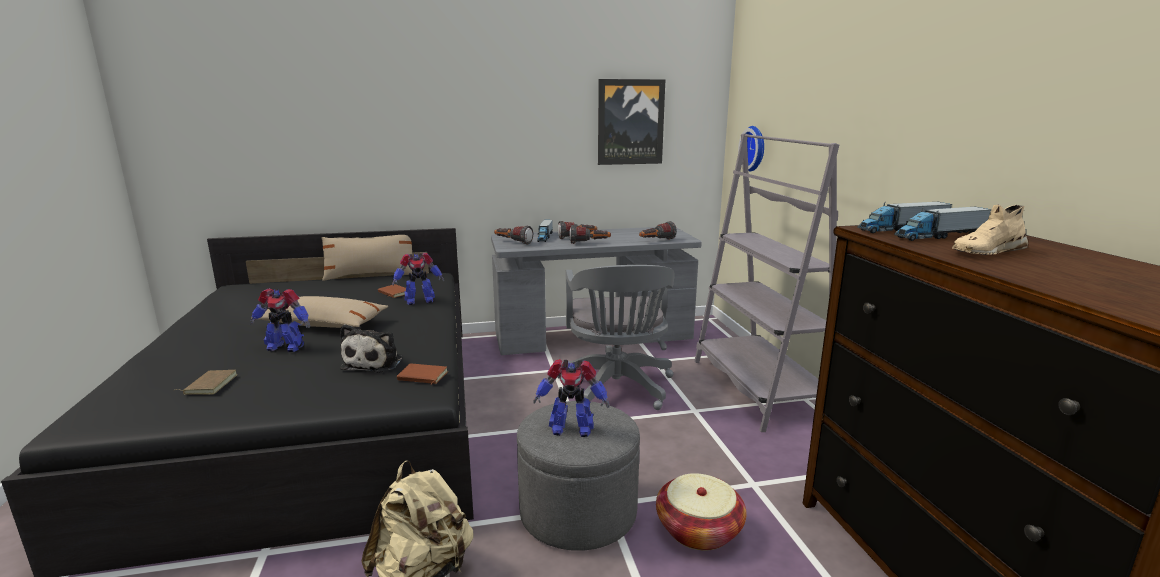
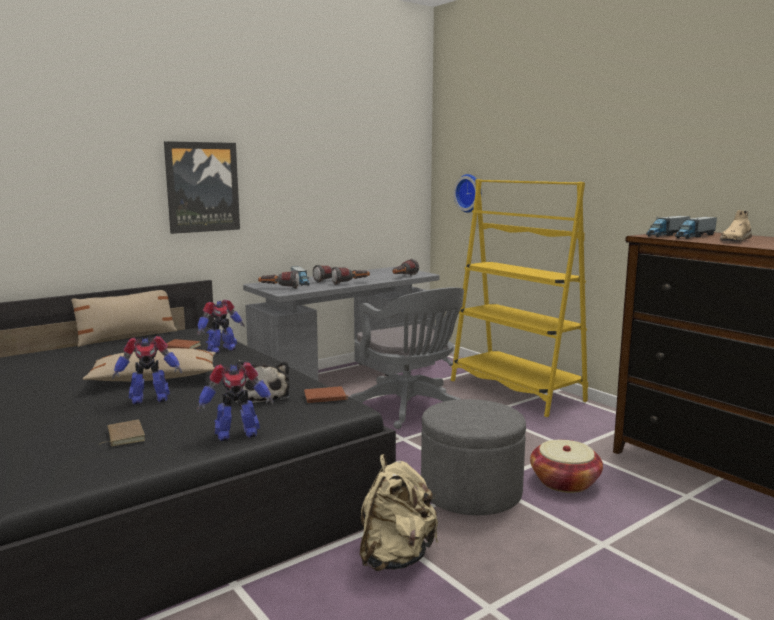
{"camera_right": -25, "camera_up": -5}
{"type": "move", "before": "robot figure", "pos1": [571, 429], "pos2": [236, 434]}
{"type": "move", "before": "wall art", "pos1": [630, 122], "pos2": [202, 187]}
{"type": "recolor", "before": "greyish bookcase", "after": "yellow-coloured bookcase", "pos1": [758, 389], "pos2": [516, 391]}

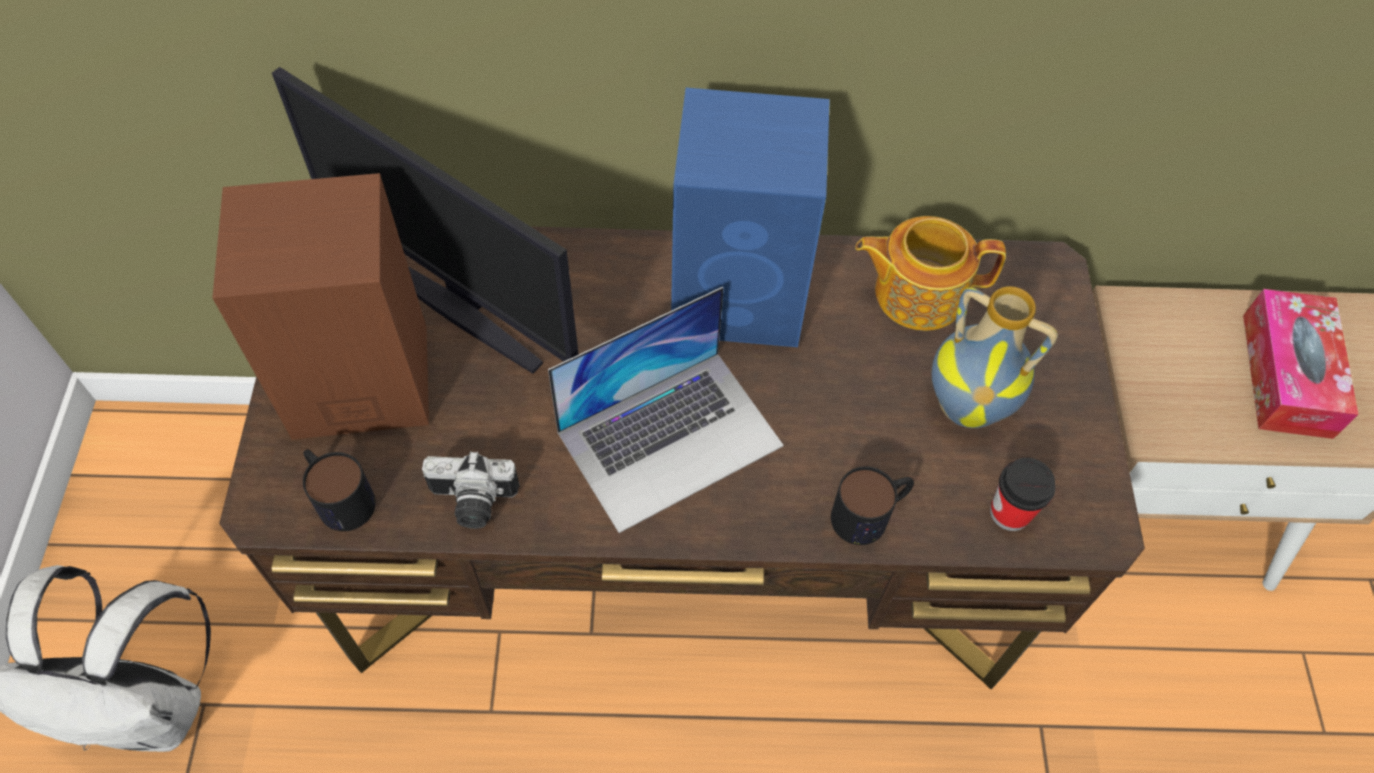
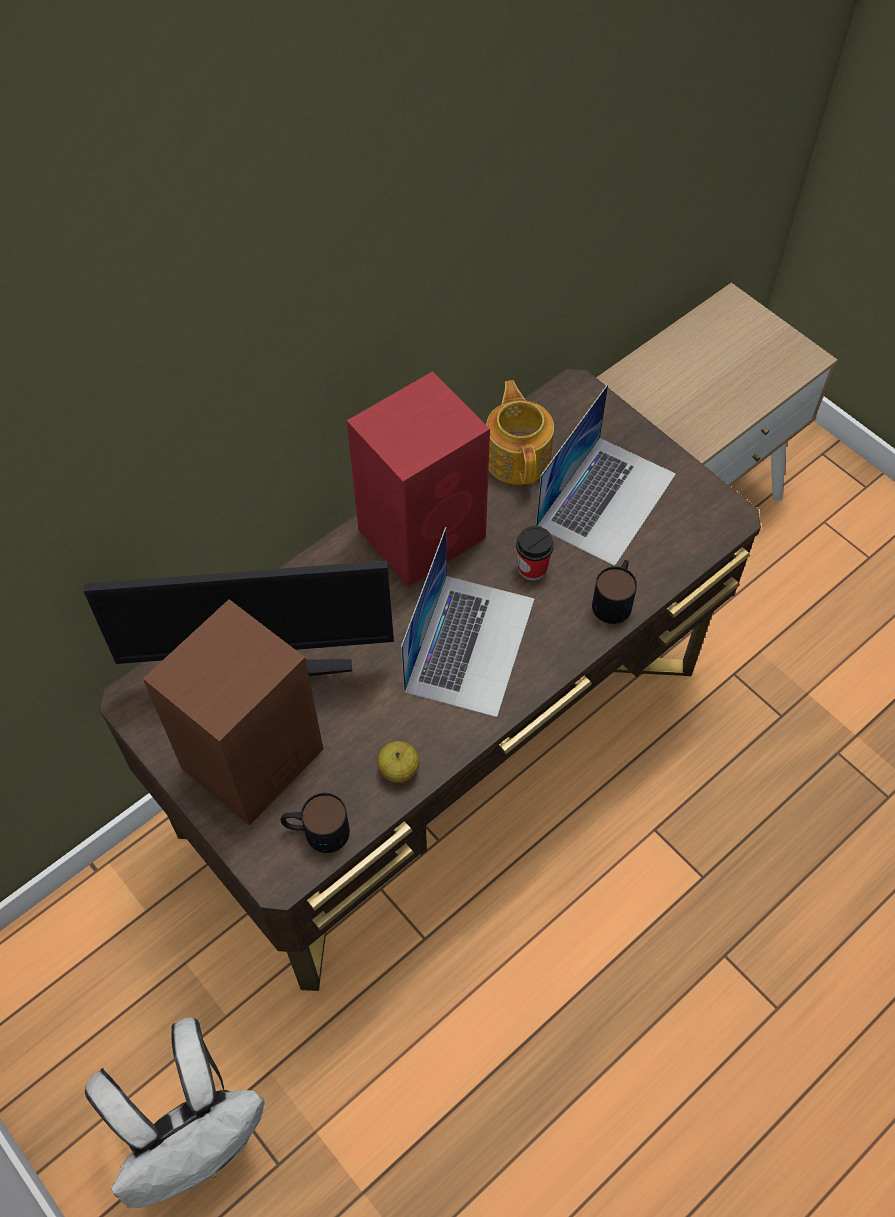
{"camera_right": -40, "camera_up": 0}
{"type": "delete", "before": "box of tissues", "pos1": [1286, 375]}
{"type": "move", "before": "small cup", "pos1": [1010, 512], "pos2": [532, 569]}
{"type": "replace", "before": "photo camera", "after": "apple fruit", "pos1": [472, 503], "pos2": [399, 770]}
{"type": "replace", "before": "decorative vase", "after": "notebook computer", "pos1": [969, 404], "pos2": [606, 499]}
{"type": "recolor", "before": "blue-coloured loudspeaker", "after": "reddish loudspeaker", "pos1": [742, 296], "pos2": [424, 532]}
{"type": "rotate", "before": "teapot", "pos1": [917, 292], "pos2": [518, 456], "turn": 120}

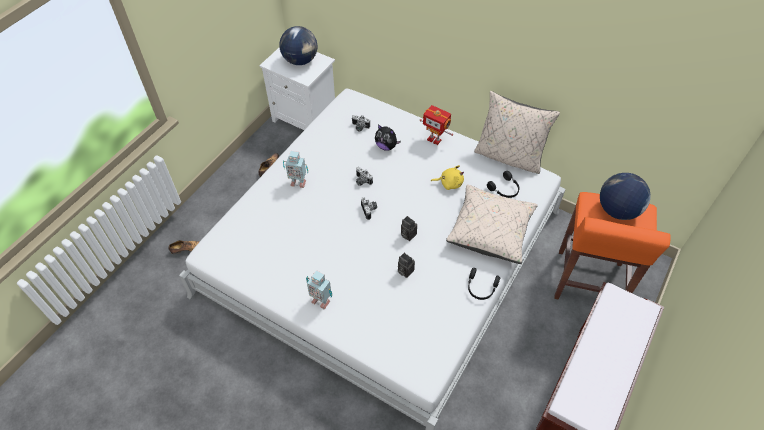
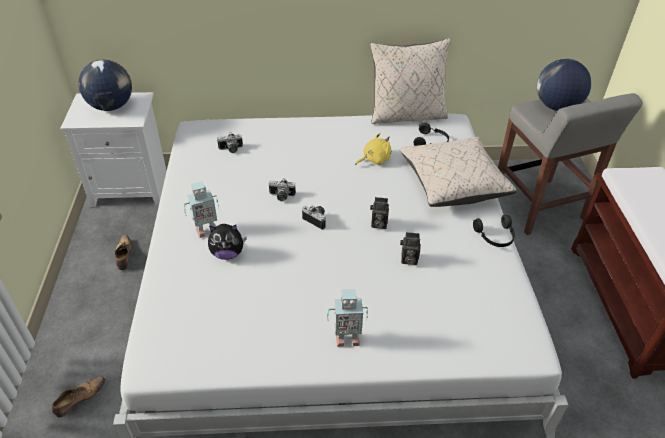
{"camera_right": -35, "camera_up": -10}
{"type": "delete", "before": "robot figure", "pos1": [434, 139]}
{"type": "move", "before": "plush toy", "pos1": [386, 146], "pos2": [227, 253]}
{"type": "recolor", "before": "orange stool", "after": "greyish stool", "pos1": [587, 282], "pos2": [538, 207]}

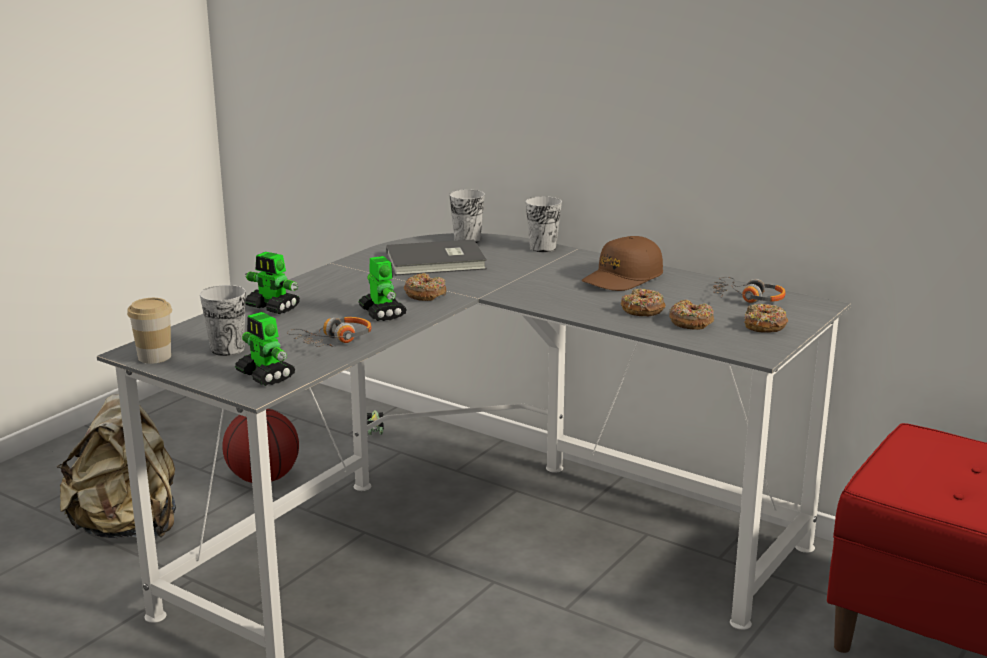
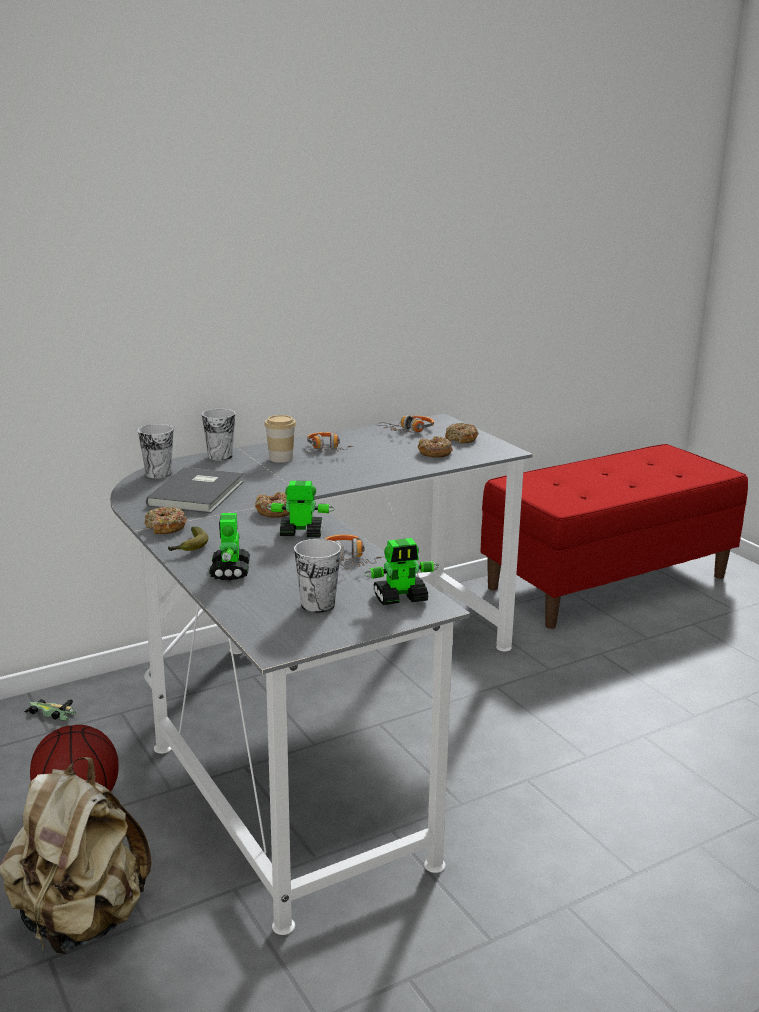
{"camera_right": -65, "camera_up": 0}
{"type": "insert", "after": "whole banana", "pos2": [189, 547]}
{"type": "move", "before": "small cup", "pos1": [154, 357], "pos2": [281, 458]}
{"type": "move", "before": "doughnut", "pos1": [642, 310], "pos2": [166, 527]}
{"type": "replace", "before": "brownish baseball cap", "after": "headphones", "pos1": [623, 278], "pos2": [325, 450]}
{"type": "rotate", "before": "robot figure", "pos1": [273, 308], "pos2": [230, 571], "turn": 120}

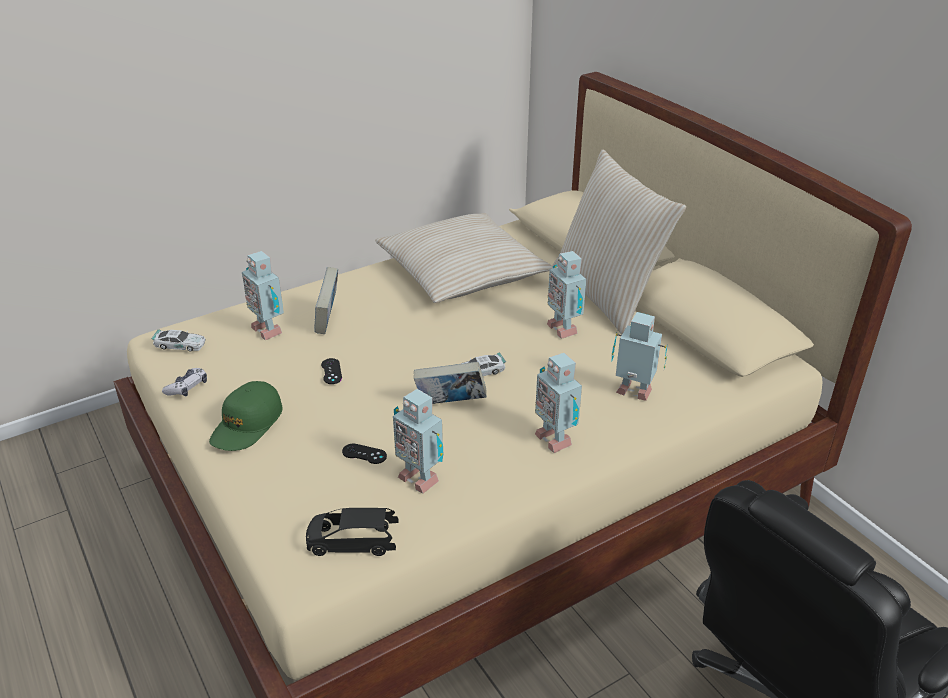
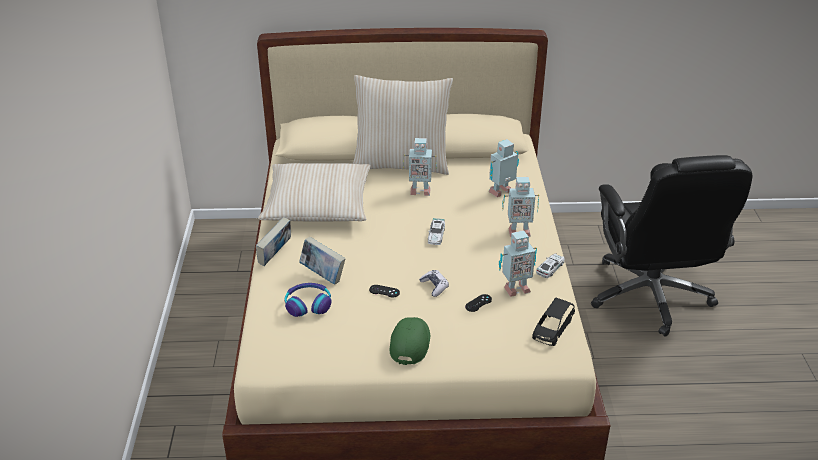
{"camera_right": -60, "camera_up": 0}
{"type": "move", "before": "miniature car", "pos1": [180, 345], "pos2": [550, 268]}
{"type": "move", "before": "game controller", "pos1": [187, 387], "pos2": [434, 286]}
{"type": "move", "before": "book", "pos1": [450, 405], "pos2": [275, 256]}
{"type": "replace", "before": "robot figure", "after": "headphones", "pos1": [268, 329], "pos2": [308, 304]}
{"type": "rotate", "before": "greenish baseball cap", "pos1": [247, 425], "pos2": [410, 343], "turn": -135}

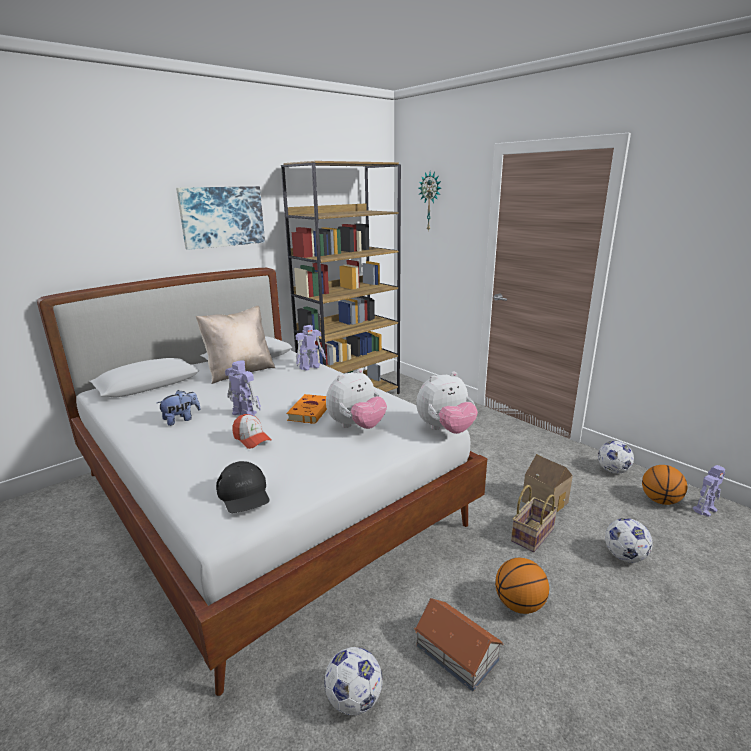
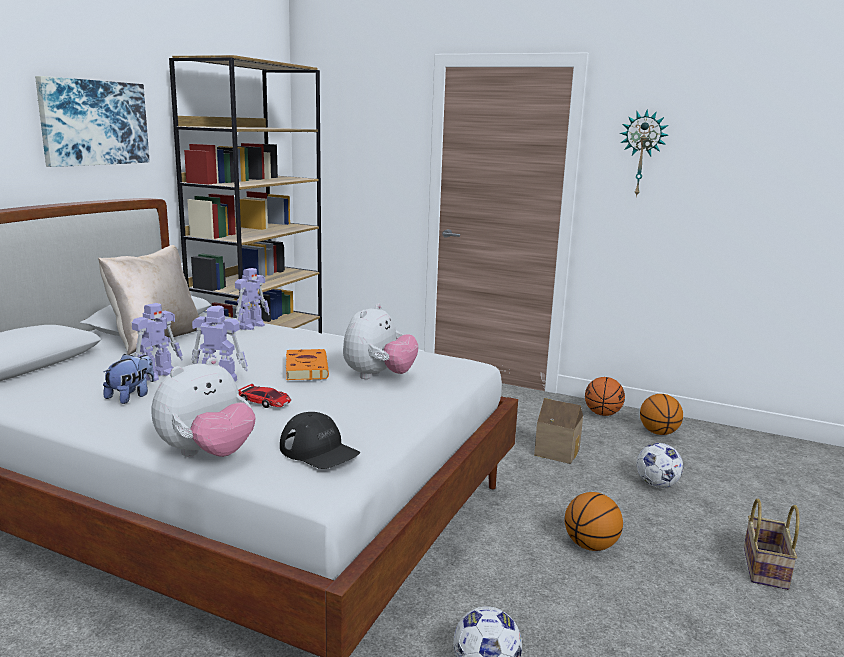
{"camera_right": -25, "camera_up": -5}
{"type": "delete", "before": "model house", "pos1": [457, 653]}
{"type": "move", "before": "plush toy", "pos1": [445, 430], "pos2": [207, 454]}
{"type": "move", "before": "clock on the wall", "pos1": [430, 201], "pos2": [642, 153]}
{"type": "move", "before": "household basket", "pos1": [532, 534], "pos2": [763, 566]}
{"type": "move", "before": "robot figure", "pos1": [705, 509], "pos2": [158, 375]}
{"type": "replace", "before": "baseball cap", "after": "miniature car", "pos1": [252, 439], "pos2": [264, 401]}
{"type": "replace", "before": "football ball", "after": "basketball ball", "pos1": [612, 470], "pos2": [602, 414]}

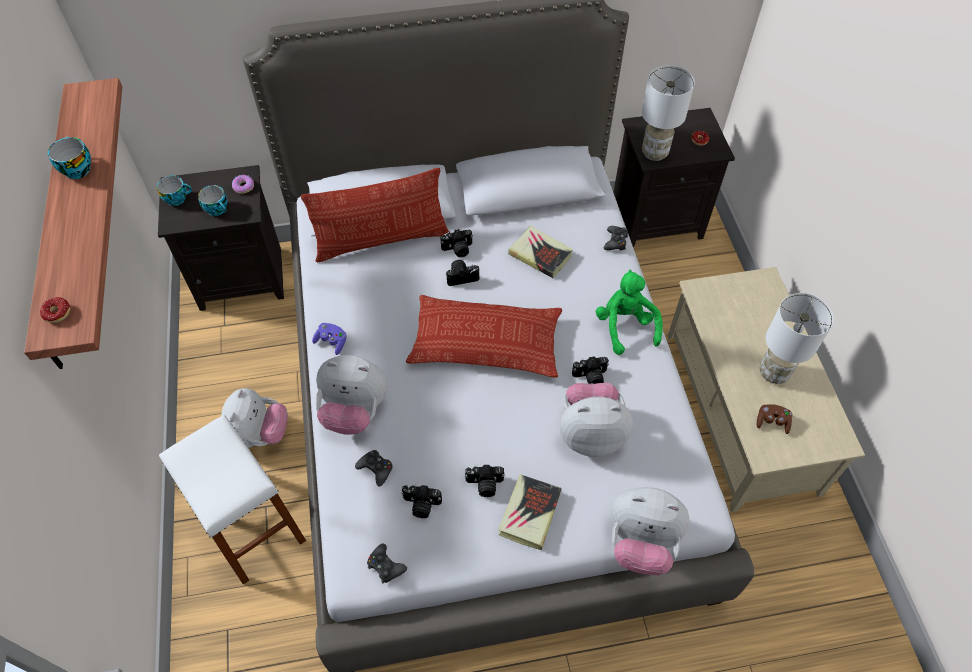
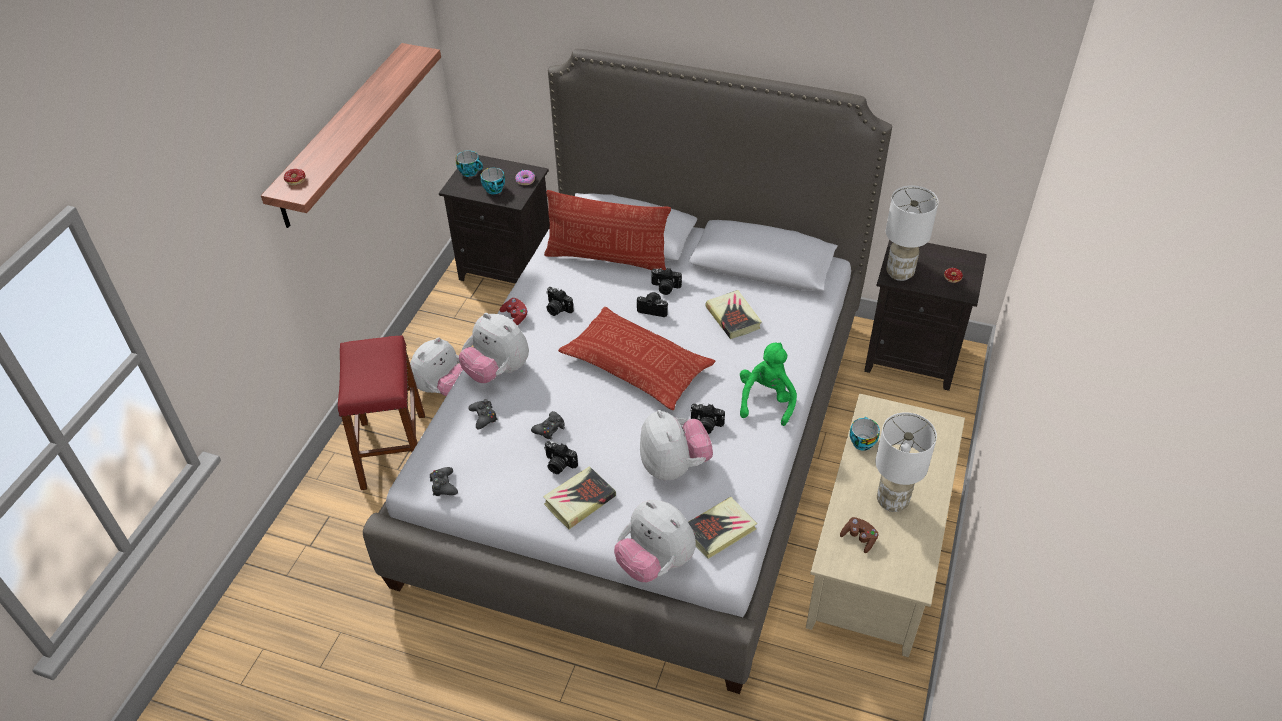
{"camera_right": 30, "camera_up": -10}
{"type": "insert", "after": "book", "pos2": [719, 530]}
{"type": "move", "before": "small cup", "pos1": [76, 169], "pos2": [861, 441]}
{"type": "move", "before": "photo camera", "pos1": [421, 505], "pos2": [557, 309]}
{"type": "move", "before": "blackish game controller", "pos1": [615, 241], "pos2": [549, 428]}
{"type": "recolor", "before": "white-coloured stool", "after": "reddish stool", "pos1": [250, 525], "pos2": [393, 451]}
{"type": "recolor", "before": "purple game controller", "after": "reddish game controller", "pos1": [332, 342], "pos2": [515, 316]}
{"type": "rotate", "before": "plush toy", "pos1": [591, 433], "pos2": [674, 466], "turn": 45}

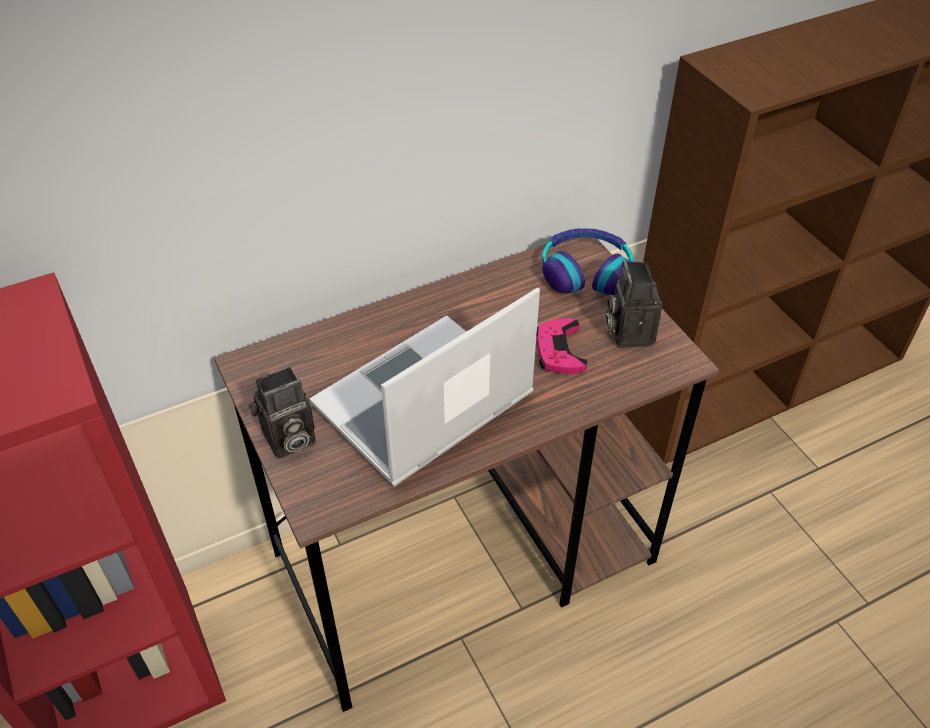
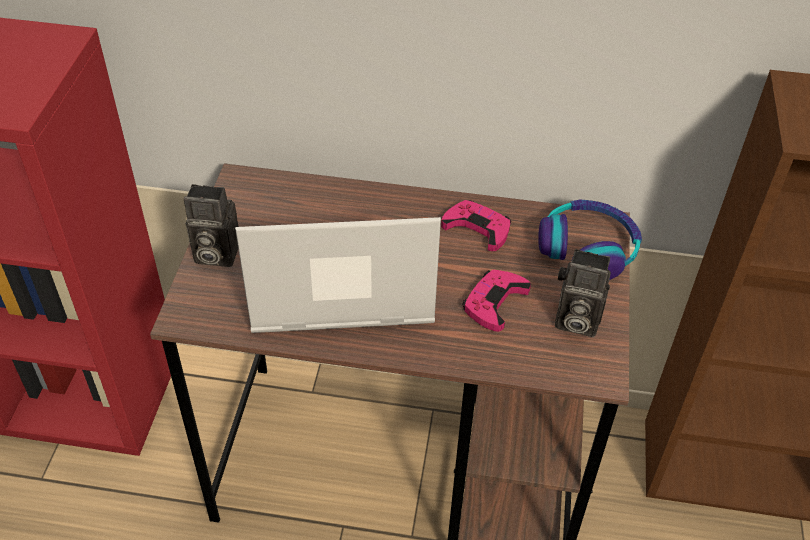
{"camera_right": 35, "camera_up": 0}
{"type": "insert", "after": "pink game controller", "pos2": [477, 228]}
{"type": "rotate", "before": "photo camera", "pos1": [628, 331], "pos2": [574, 320], "turn": -105}

